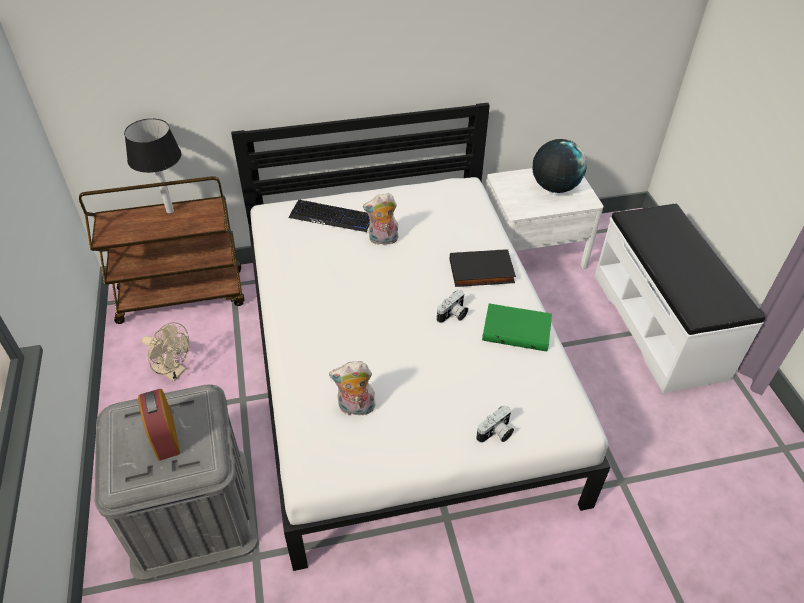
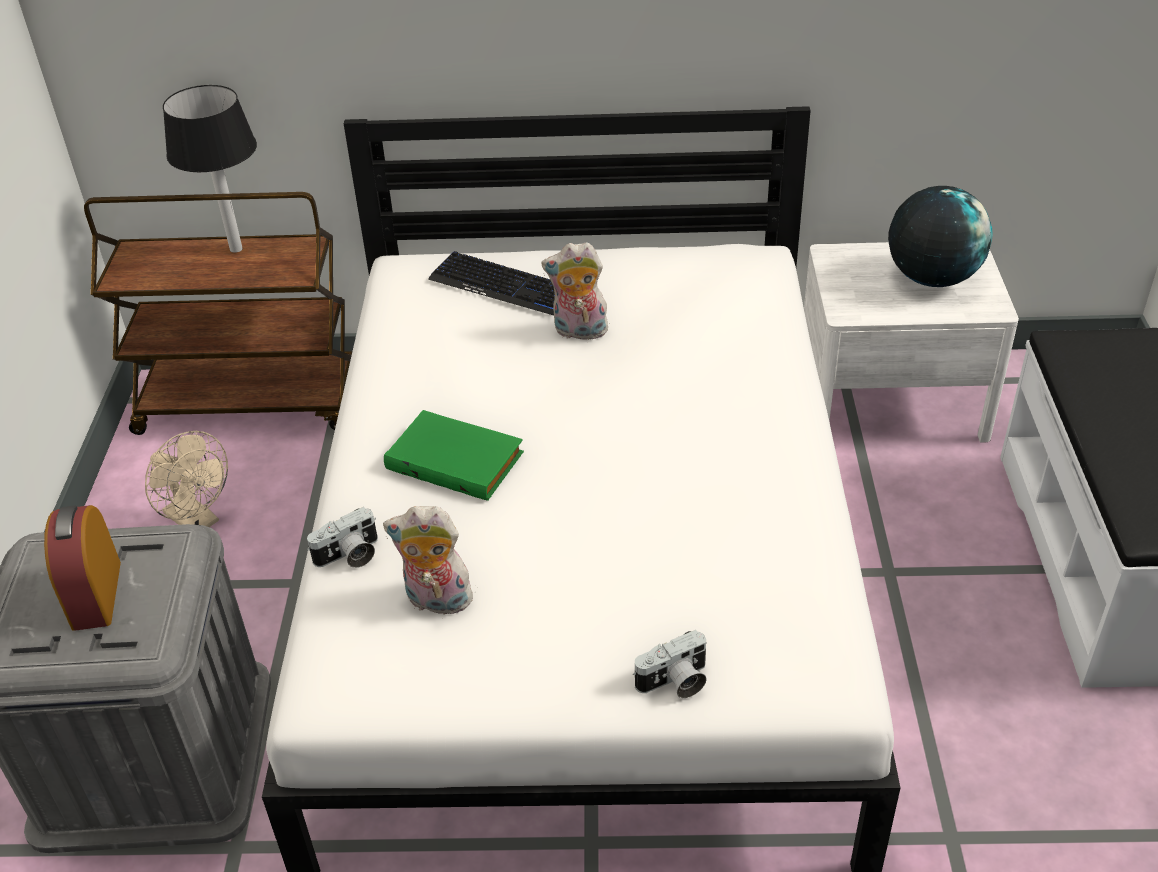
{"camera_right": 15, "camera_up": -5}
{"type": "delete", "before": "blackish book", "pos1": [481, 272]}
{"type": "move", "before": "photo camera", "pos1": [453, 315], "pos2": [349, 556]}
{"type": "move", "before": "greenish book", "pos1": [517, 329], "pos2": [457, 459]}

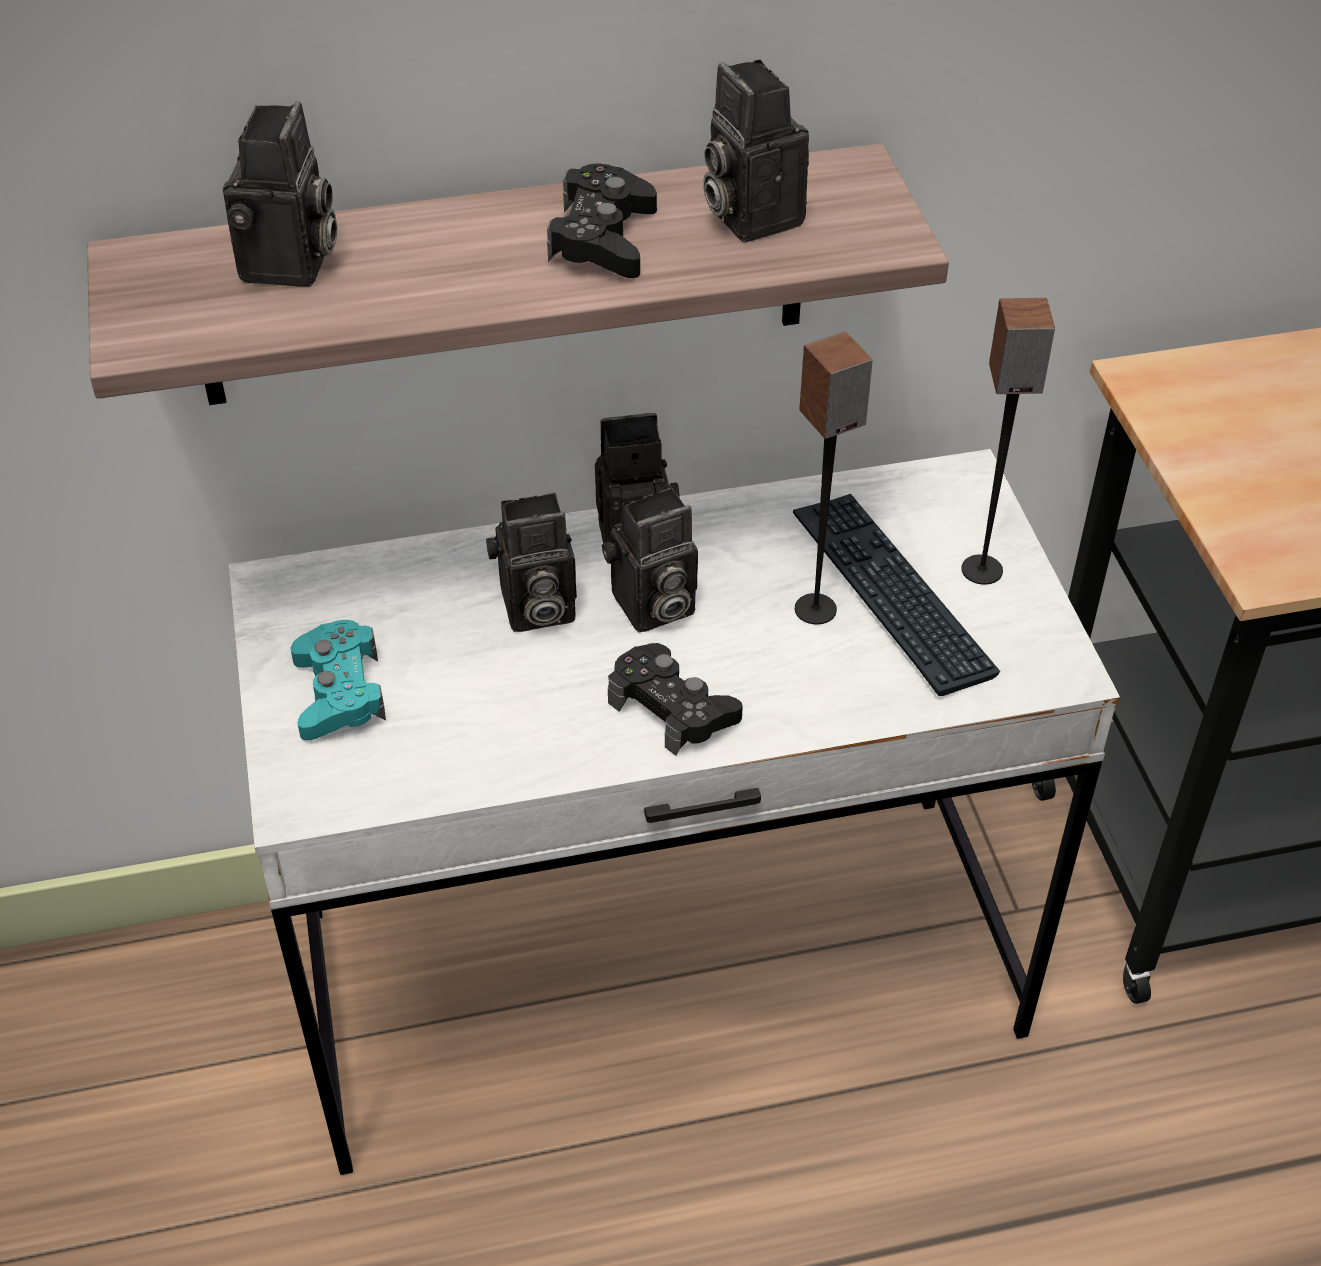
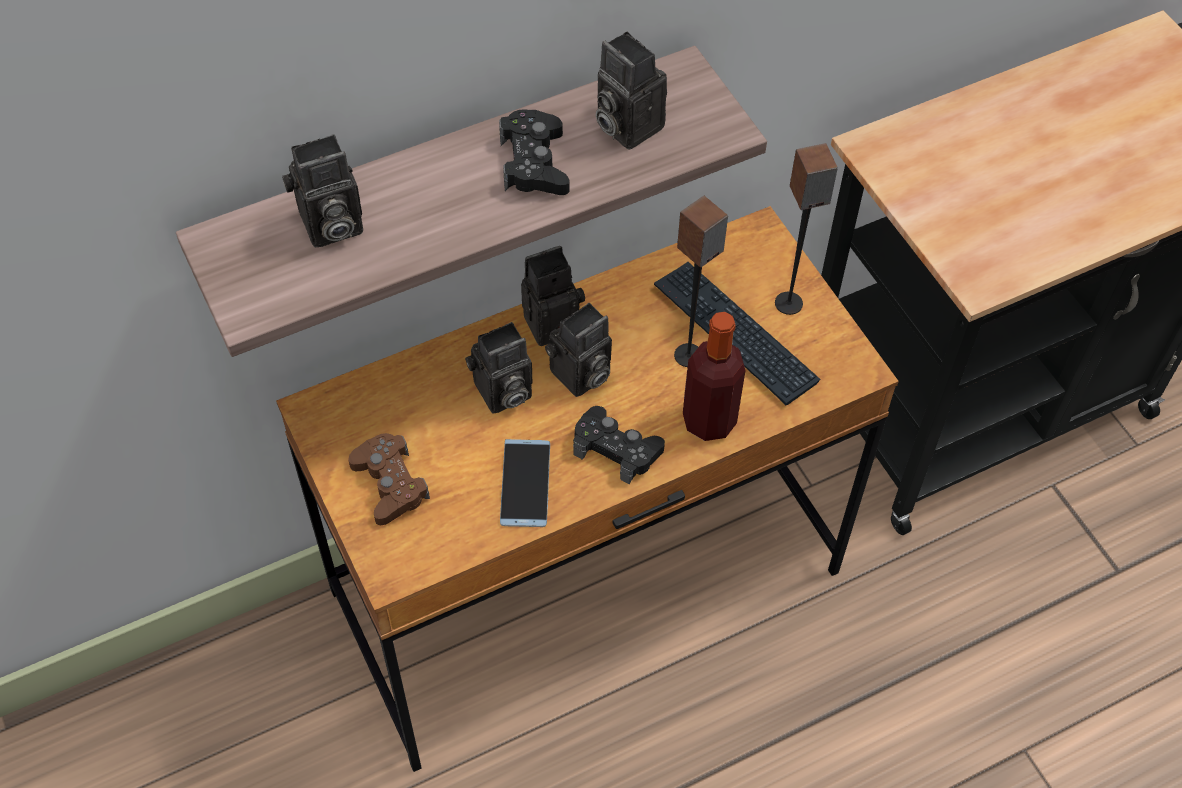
{"camera_right": -15, "camera_up": 10}
{"type": "insert", "after": "telephone", "pos2": [525, 483]}
{"type": "insert", "after": "drink bottle", "pos2": [709, 420]}
{"type": "recolor", "before": "white-coloured desk table", "after": "brownish desk table", "pos1": [661, 974], "pos2": [587, 582]}
{"type": "recolor", "before": "blue-green game controller", "after": "brownish game controller", "pos1": [339, 692], "pos2": [390, 484]}
{"type": "rotate", "before": "photo camera", "pos1": [290, 266], "pos2": [329, 227], "turn": 75}

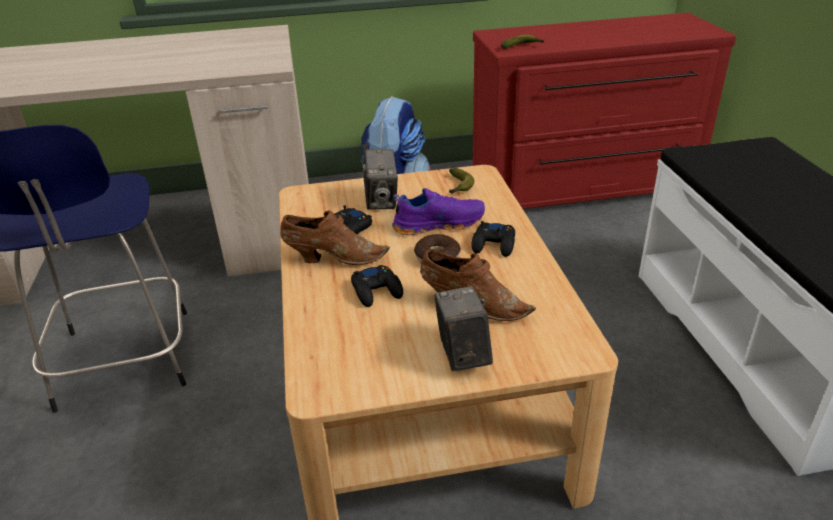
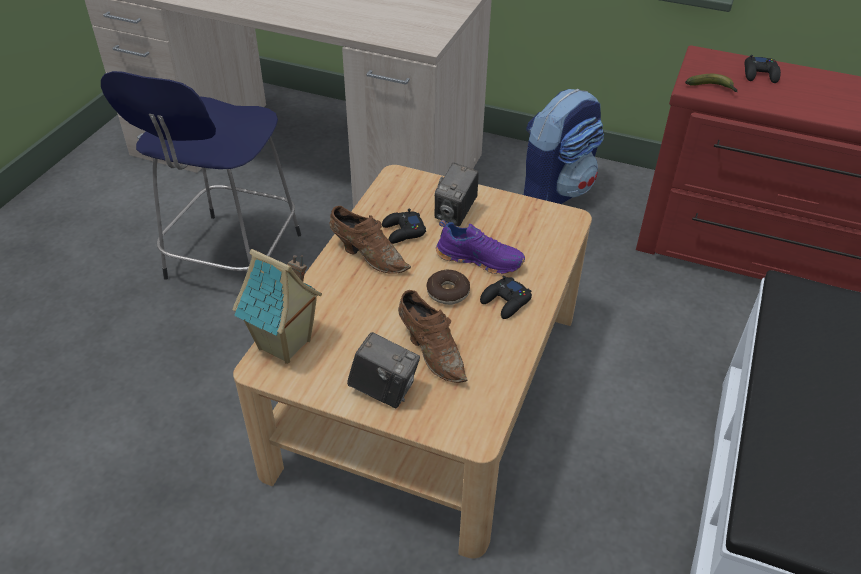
{"camera_right": 30, "camera_up": 10}
{"type": "delete", "before": "whole banana", "pos1": [458, 187]}
{"type": "insert", "after": "model house", "pos2": [285, 345]}
{"type": "move", "before": "blackish game controller", "pos1": [377, 291], "pos2": [760, 74]}
{"type": "rotate", "before": "photo camera", "pos1": [462, 354], "pos2": [384, 389], "turn": 90}

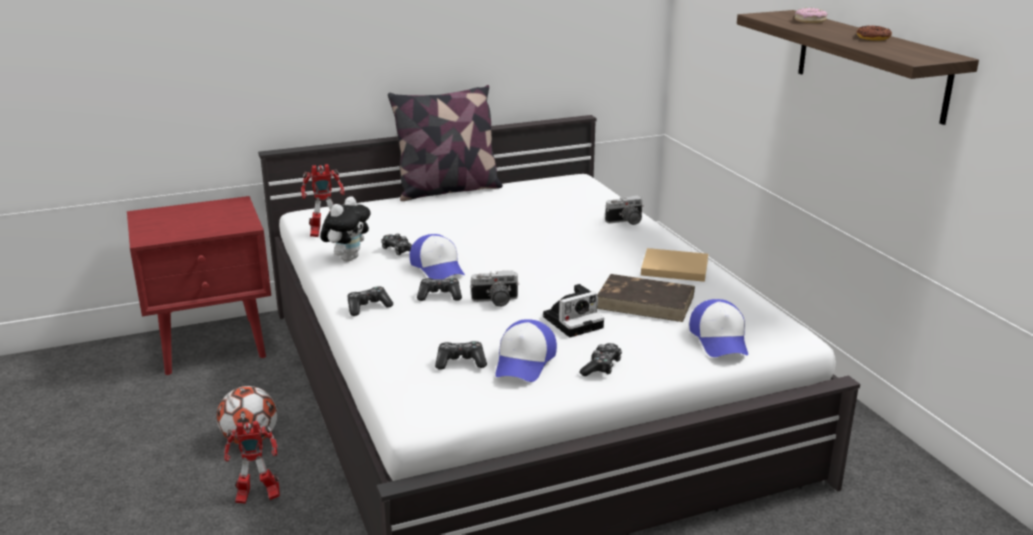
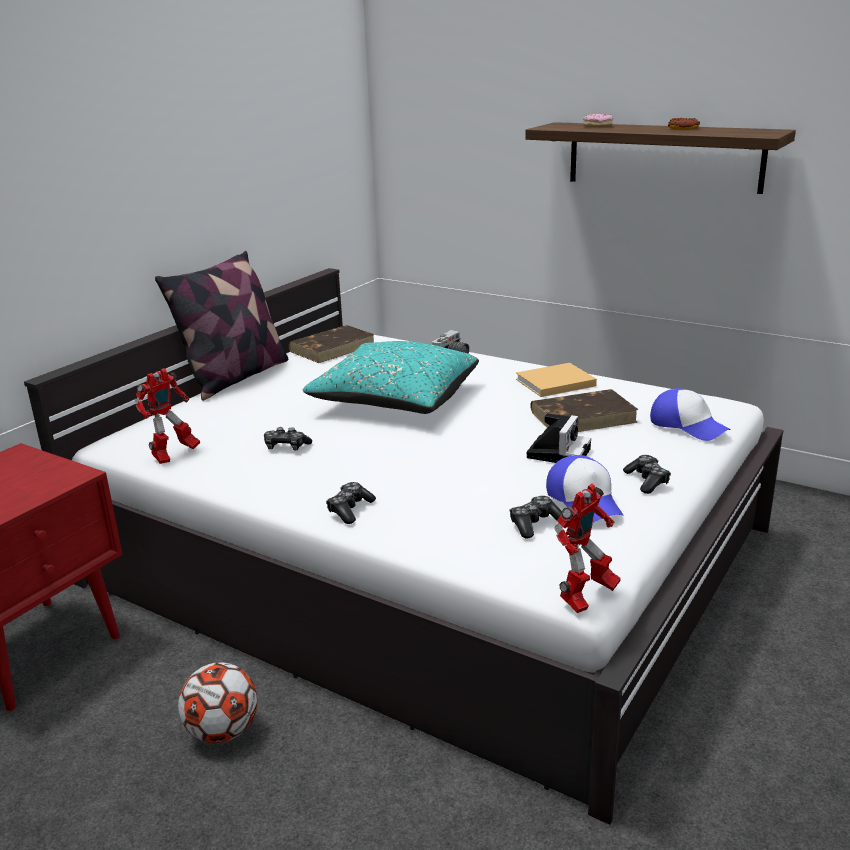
{"camera_right": -35, "camera_up": 0}
{"type": "delete", "before": "plush toy", "pos1": [348, 258]}
{"type": "delete", "before": "baseball cap", "pos1": [438, 268]}
{"type": "delete", "before": "game controller", "pos1": [440, 295]}
{"type": "delete", "before": "photo camera", "pos1": [495, 302]}
{"type": "insert", "after": "brownish book", "pos2": [333, 348]}
{"type": "insert", "after": "blue-green cushion", "pos2": [395, 400]}
{"type": "move", "before": "robot figure", "pos1": [256, 497], "pos2": [585, 598]}

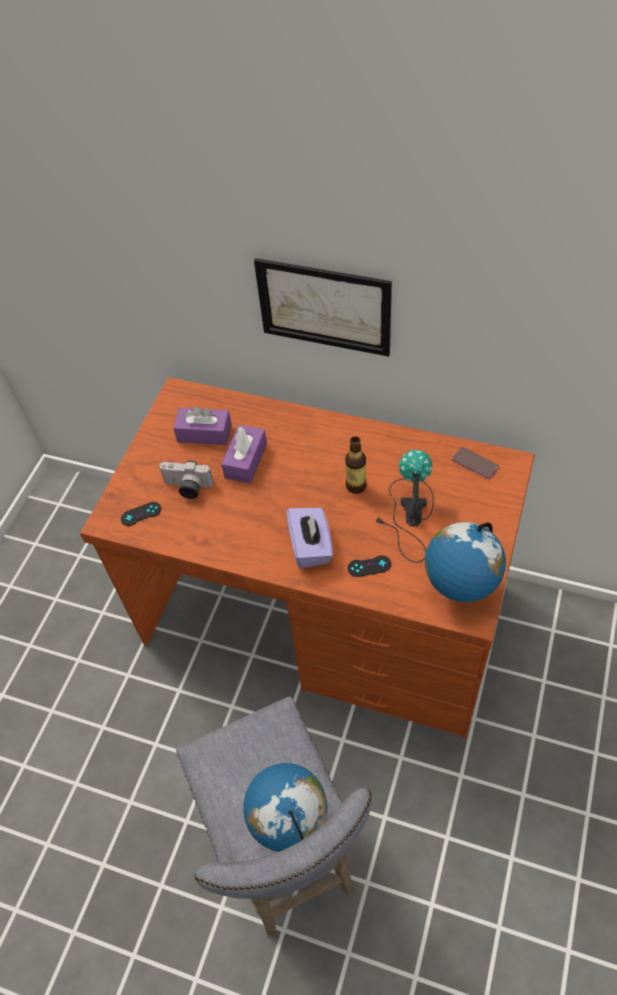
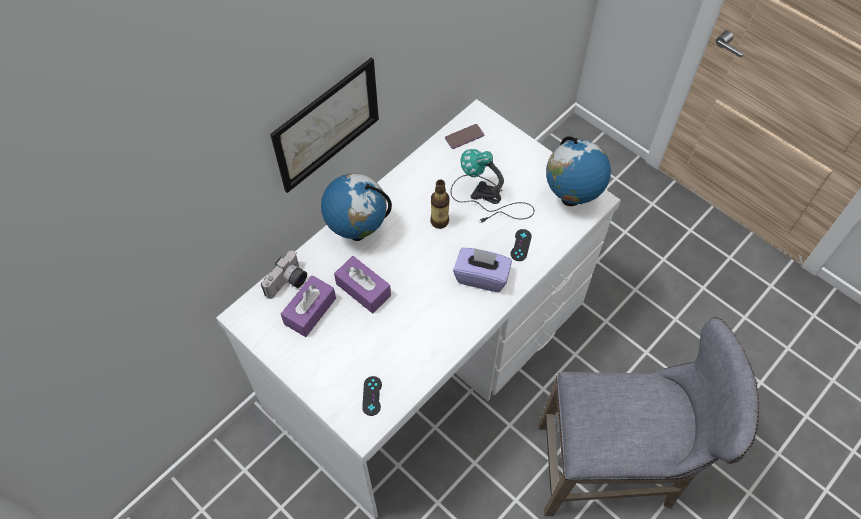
{"camera_right": -70, "camera_up": 5}
{"type": "move", "before": "photo camera", "pos1": [187, 488], "pos2": [288, 283]}
{"type": "move", "before": "world globe", "pos1": [290, 823], "pos2": [357, 231]}
{"type": "recolor", "before": "brownish desk table", "after": "white-coloured desk table", "pos1": [324, 616], "pos2": [428, 354]}

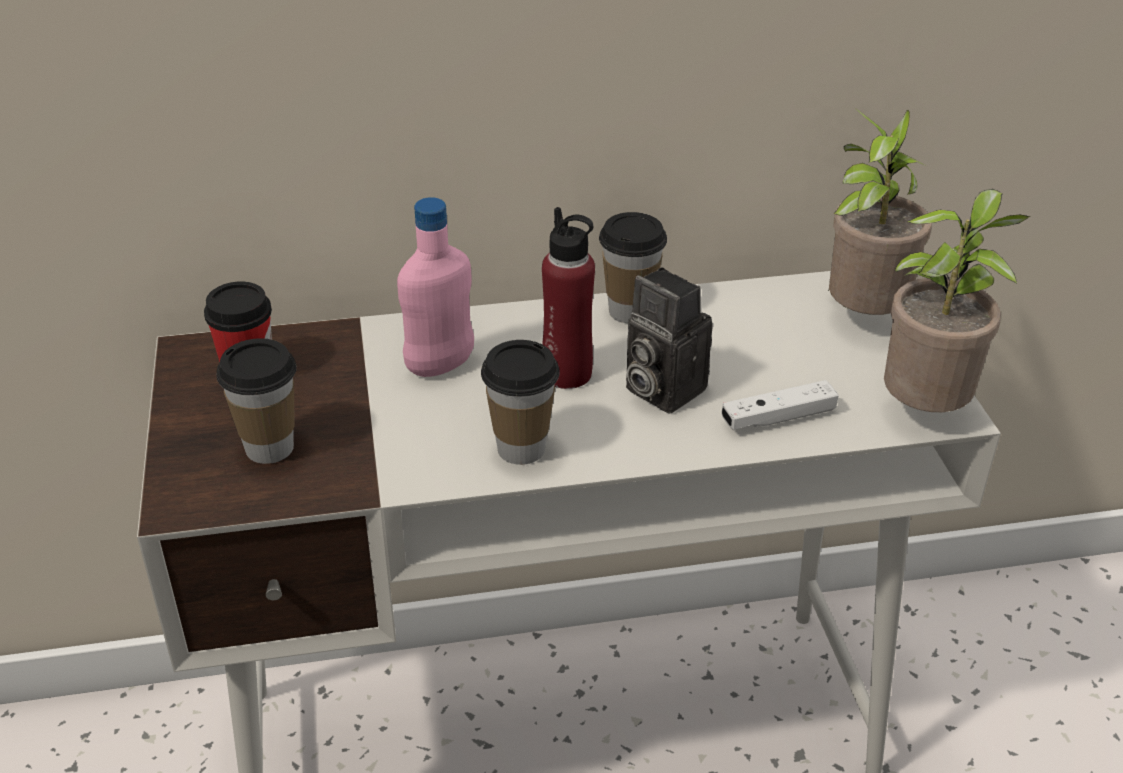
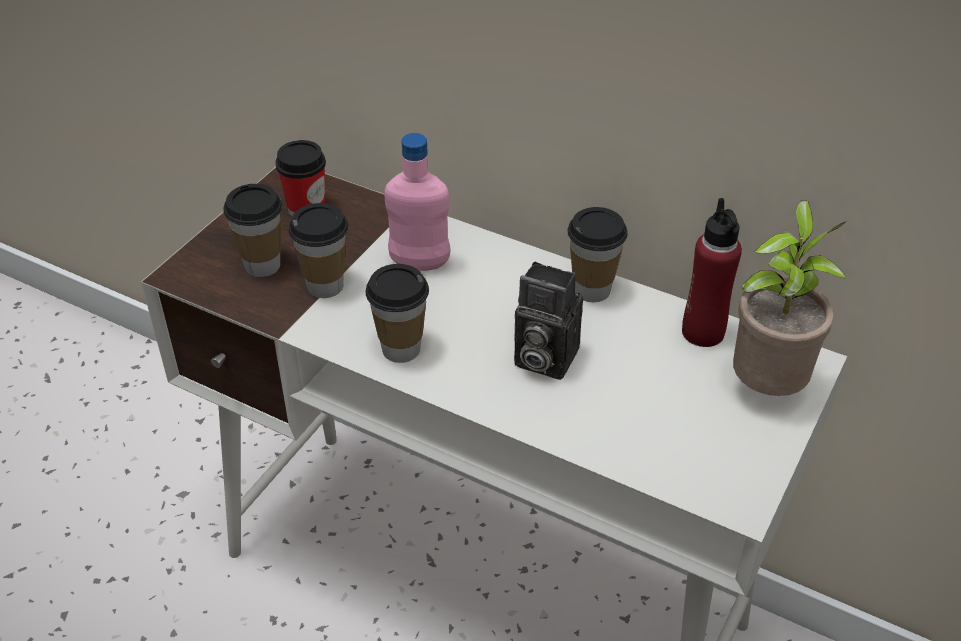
{"camera_right": 40, "camera_up": 5}
{"type": "delete", "before": "white-coloured game controller", "pos1": [778, 417]}
{"type": "delete", "before": "houseplant", "pos1": [925, 412]}
{"type": "insert", "after": "small cup", "pos2": [325, 286]}
{"type": "move", "before": "reddish drink bottle", "pos1": [567, 373], "pos2": [703, 332]}
{"type": "rotate", "before": "photo camera", "pos1": [659, 388], "pos2": [541, 358], "turn": -60}

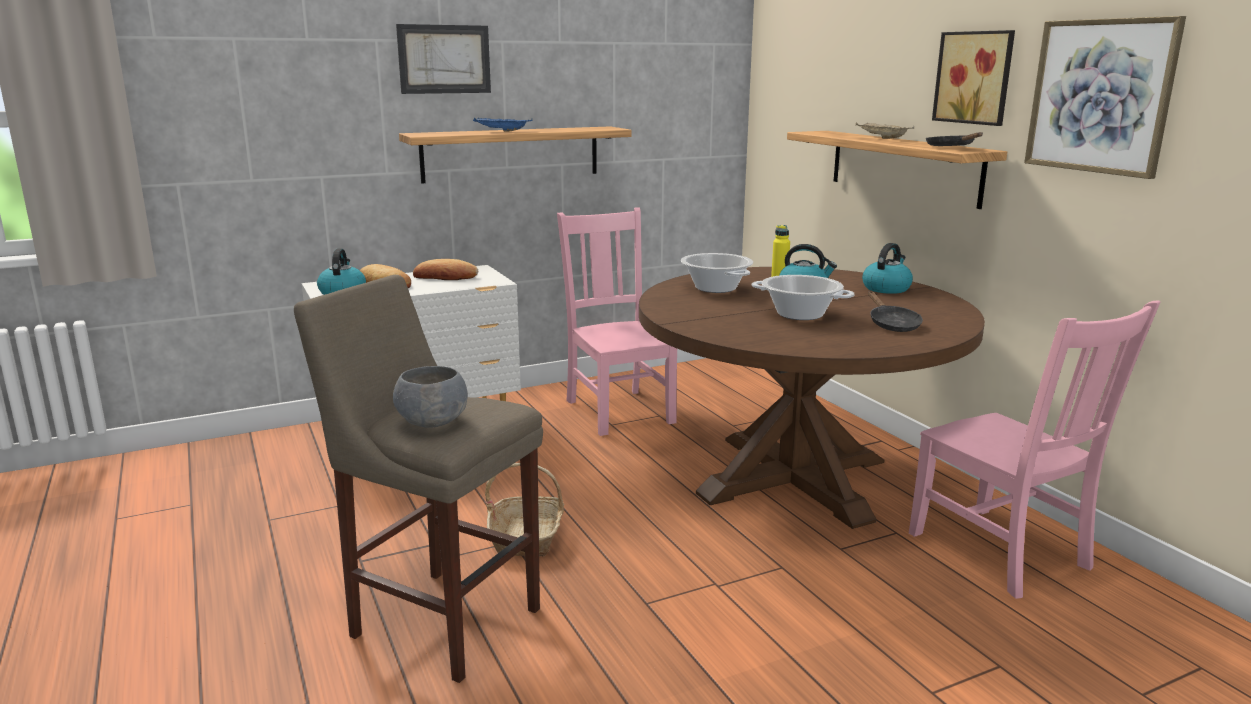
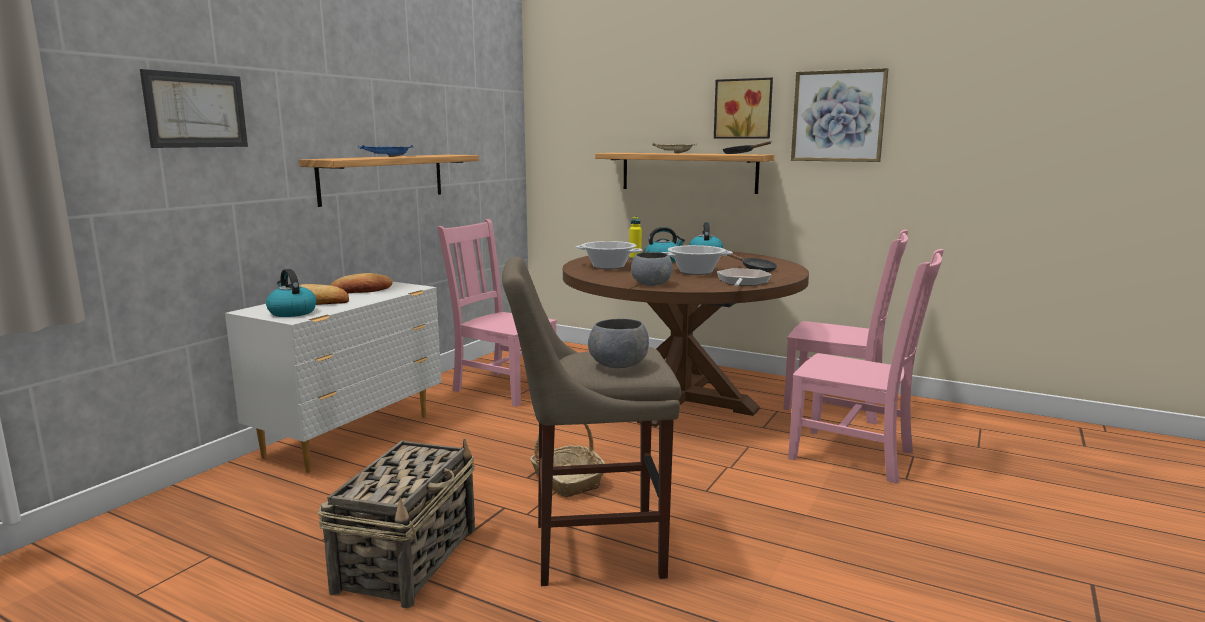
{"camera_right": -35, "camera_up": -5}
{"type": "insert", "after": "household basket", "pos2": [408, 558]}
{"type": "insert", "after": "greyish serving bowl", "pos2": [651, 284]}
{"type": "insert", "after": "pan", "pos2": [742, 282]}
{"type": "insert", "after": "pink chair", "pos2": [856, 456]}
{"type": "move", "before": "wall art", "pos1": [444, 59], "pos2": [196, 110]}

